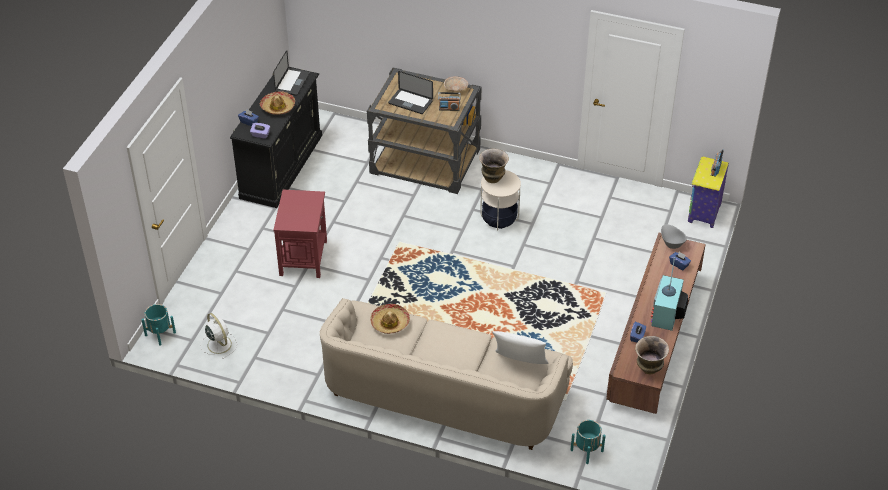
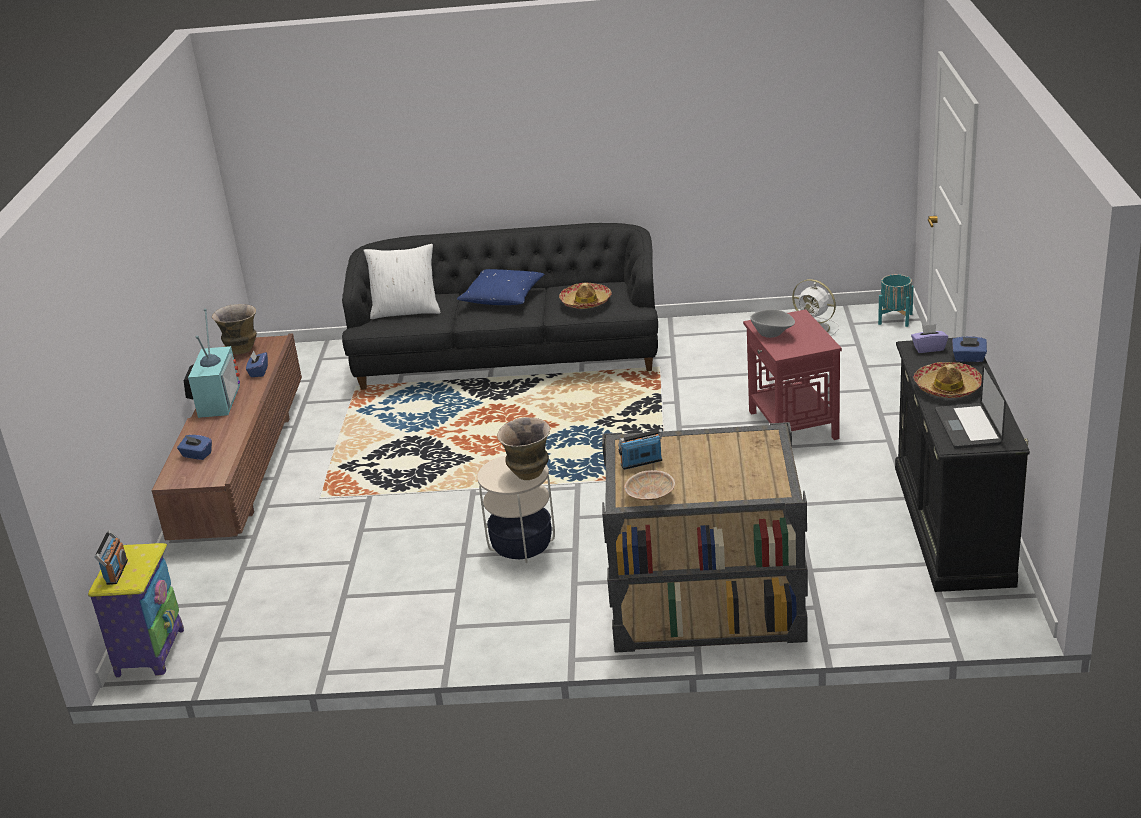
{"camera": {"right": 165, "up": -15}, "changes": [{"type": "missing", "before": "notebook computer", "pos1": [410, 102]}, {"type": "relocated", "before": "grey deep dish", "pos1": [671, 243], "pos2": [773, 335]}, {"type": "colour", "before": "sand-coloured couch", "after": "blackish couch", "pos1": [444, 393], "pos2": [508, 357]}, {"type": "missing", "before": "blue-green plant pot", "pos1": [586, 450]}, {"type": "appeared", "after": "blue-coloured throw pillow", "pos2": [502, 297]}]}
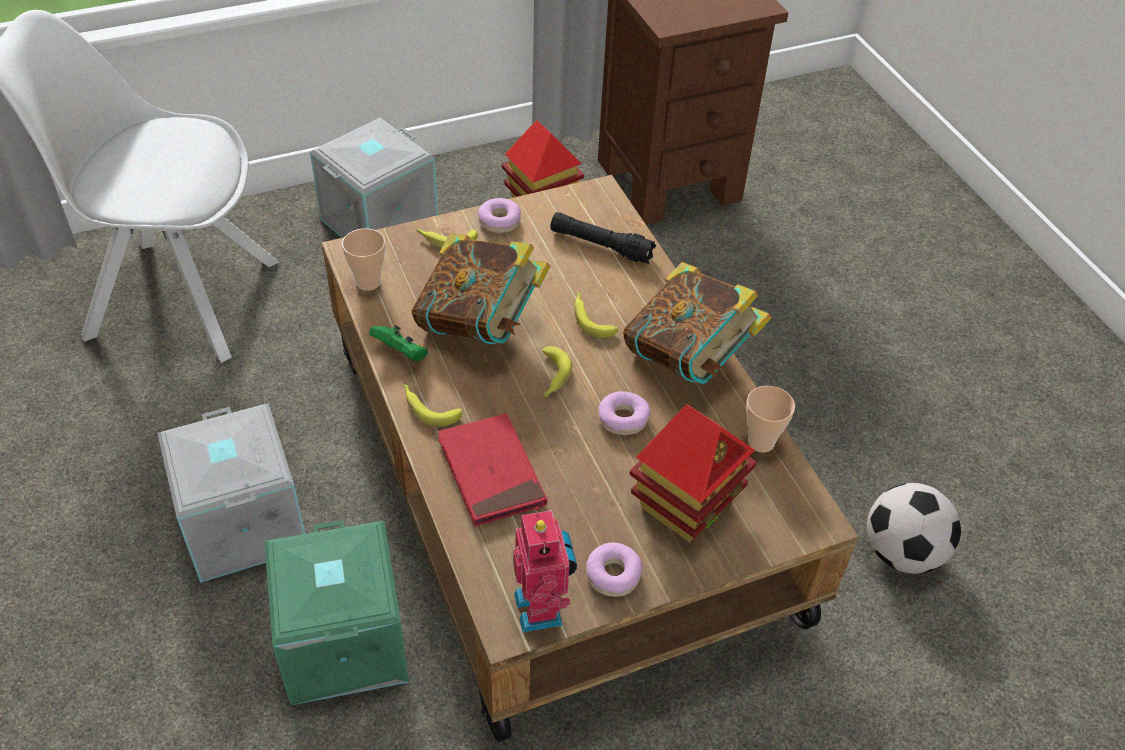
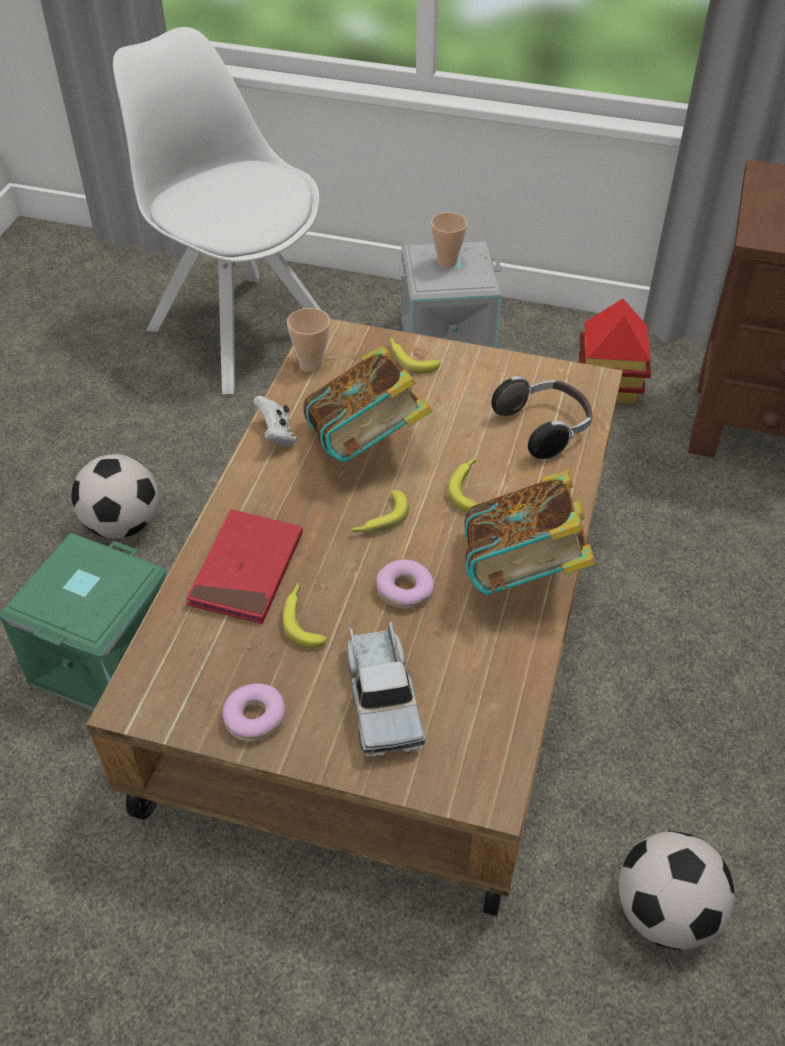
{"camera": {"right": 40, "up": 0}, "changes": [{"type": "missing", "before": "donut", "pos1": [499, 221]}, {"type": "exchanged", "before": "blackish torch", "after": "headphones", "pos1": [601, 245], "pos2": [544, 428]}, {"type": "colour", "before": "green gamepad", "after": "whitish gamepad", "pos1": [402, 355], "pos2": [277, 435]}, {"type": "relocated", "before": "banana fruit", "pos1": [428, 408], "pos2": [303, 619]}, {"type": "relocated", "before": "cup", "pos1": [761, 442], "pos2": [447, 262]}, {"type": "exchanged", "before": "grey storage bin", "after": "football", "pos1": [241, 523], "pos2": [123, 524]}, {"type": "exchanged", "before": "model house", "after": "toy lorry", "pos1": [686, 504], "pos2": [382, 699]}, {"type": "missing", "before": "toy robot", "pos1": [542, 608]}]}
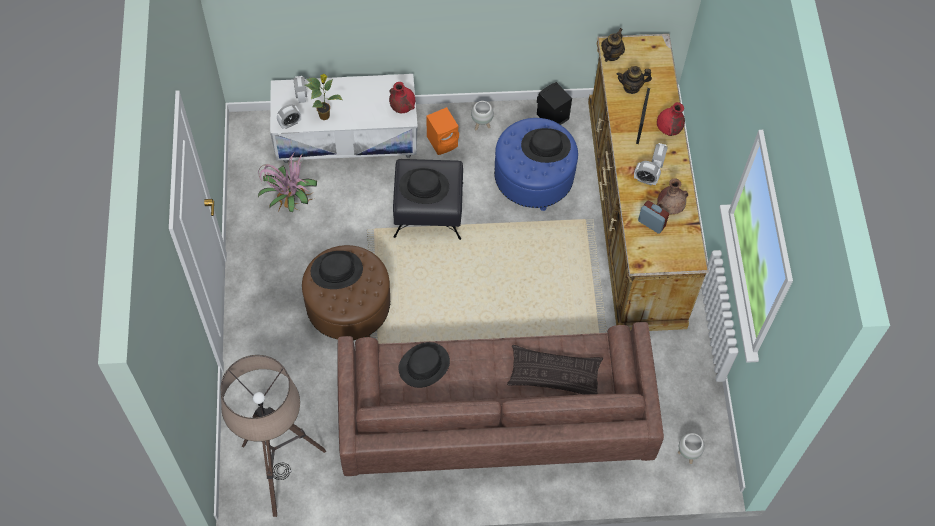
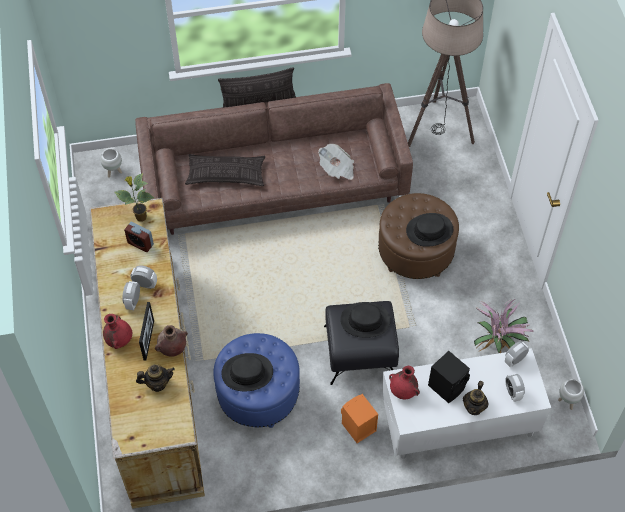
{"camera": {"right": 175, "up": -5}, "changes": [{"type": "relocated", "before": "tea pot", "pos1": [611, 55], "pos2": [474, 407]}, {"type": "relocated", "before": "plant in a pot", "pos1": [325, 115], "pos2": [140, 217]}, {"type": "relocated", "before": "blackish loudspeaker", "pos1": [551, 117], "pos2": [447, 386]}, {"type": "relocated", "before": "whitish plant pot", "pos1": [482, 125], "pos2": [567, 402]}, {"type": "relocated", "before": "brownish decorative vase", "pos1": [670, 207], "pos2": [172, 348]}, {"type": "exchanged", "before": "blackish clothing hat", "after": "printed paper", "pos1": [424, 365], "pos2": [337, 169]}, {"type": "appeared", "after": "throw pillow", "pos2": [258, 102]}]}
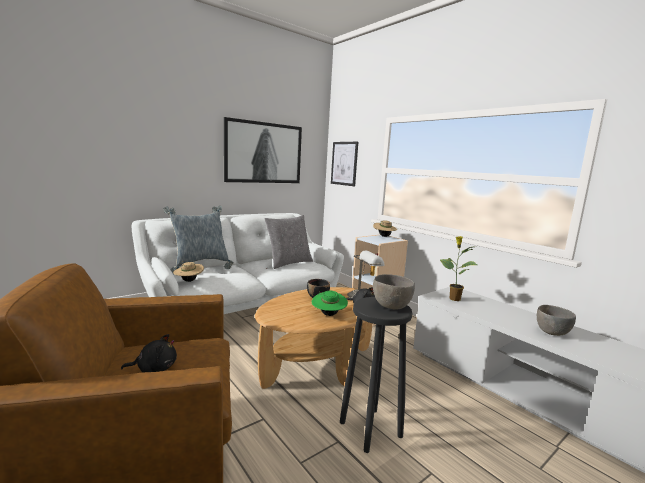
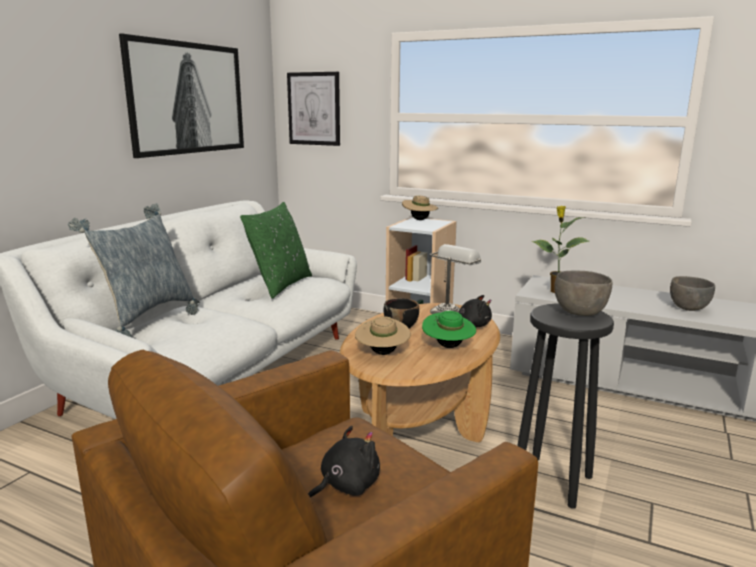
{"camera": {"right": -25, "up": 5}, "changes": [{"type": "colour", "before": "grey throw pillow", "after": "green throw pillow", "pos1": [288, 263], "pos2": [280, 285]}, {"type": "relocated", "before": "sand-coloured clothing hat", "pos1": [188, 281], "pos2": [382, 353]}]}
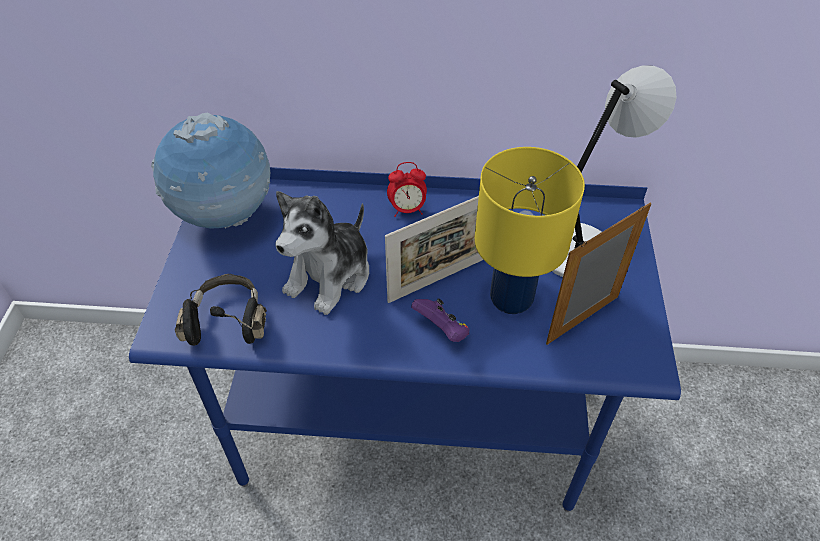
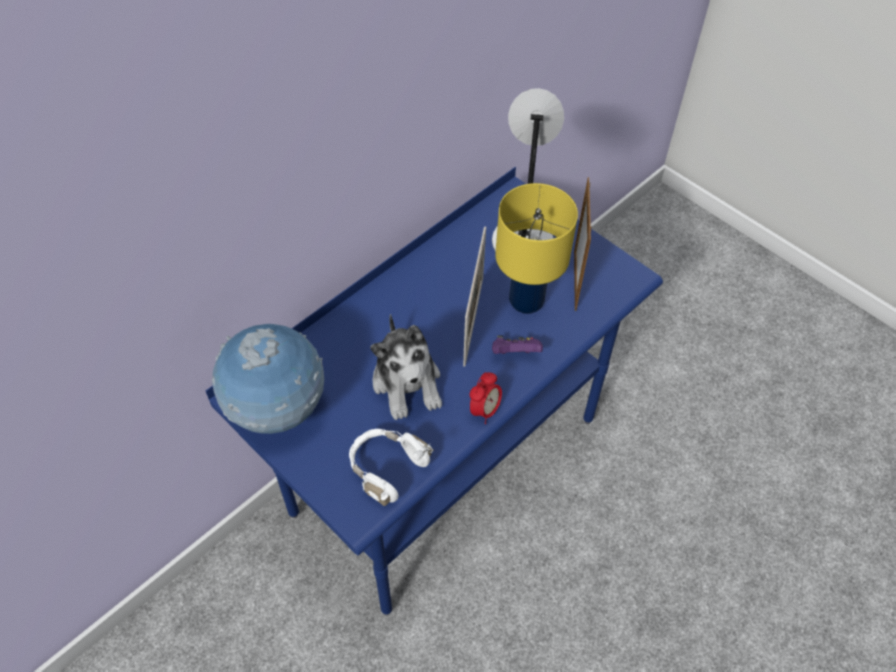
{"camera": {"right": -50, "up": 5}, "changes": [{"type": "relocated", "before": "bedside clock", "pos1": [407, 210], "pos2": [484, 410]}, {"type": "colour", "before": "blackish headphones", "after": "whitish headphones", "pos1": [227, 321], "pos2": [387, 469]}]}
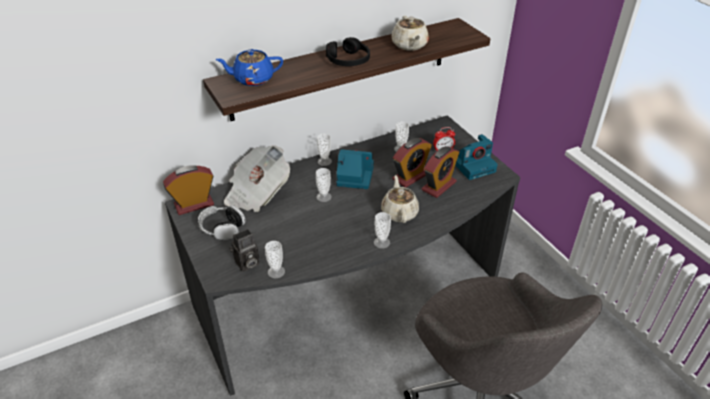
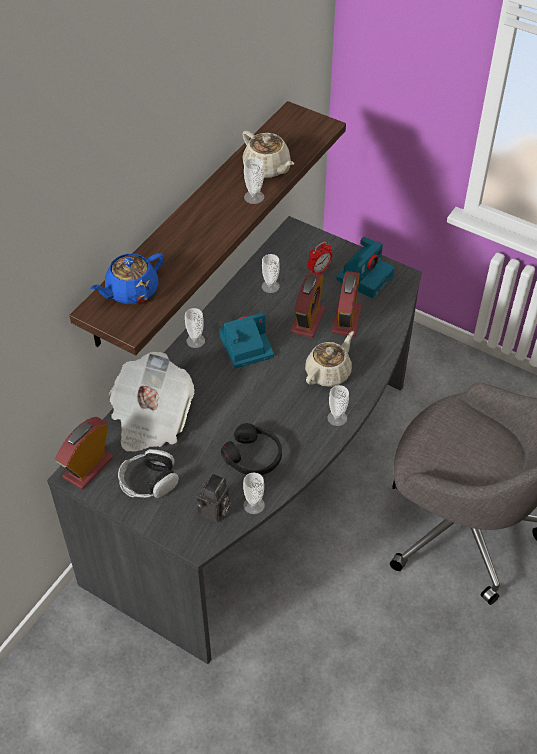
{"camera": {"right": -30, "up": 10}, "changes": [{"type": "relocated", "before": "blackish headphones", "pos1": [348, 60], "pos2": [253, 456]}, {"type": "relocated", "before": "cup", "pos1": [324, 197], "pos2": [254, 197]}, {"type": "spun", "before": "sand-coloured tea pot", "pos1": [399, 212], "pos2": [329, 372], "turn": 75}]}
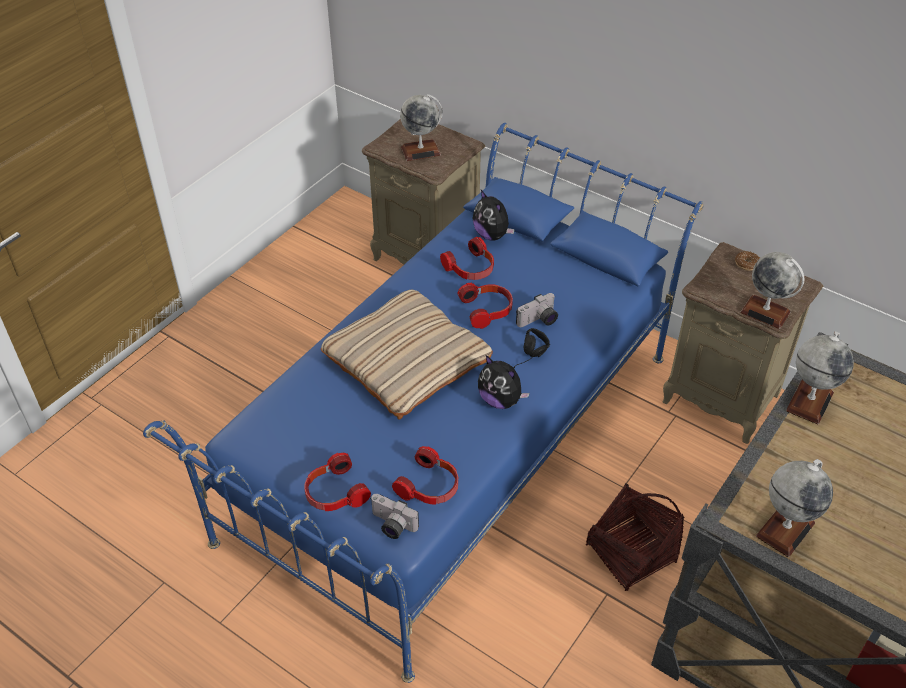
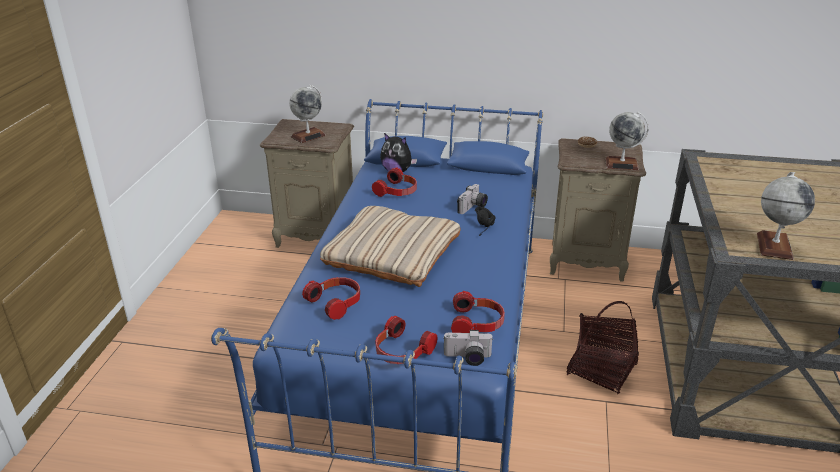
{"camera": {"right": -25, "up": -15}, "changes": [{"type": "relocated", "before": "headphones", "pos1": [487, 310], "pos2": [336, 303]}, {"type": "missing", "before": "desk globe", "pos1": [809, 401]}, {"type": "missing", "before": "soft toy", "pos1": [500, 400]}]}
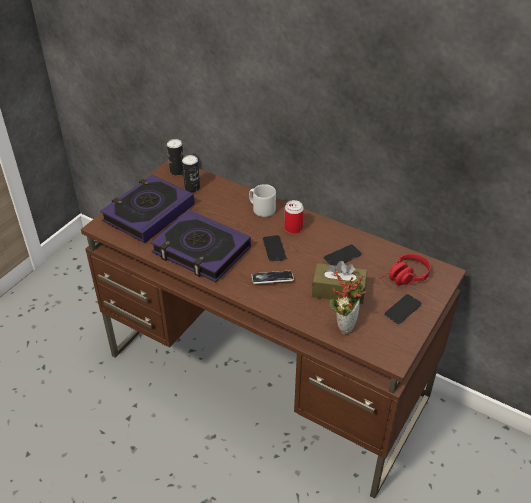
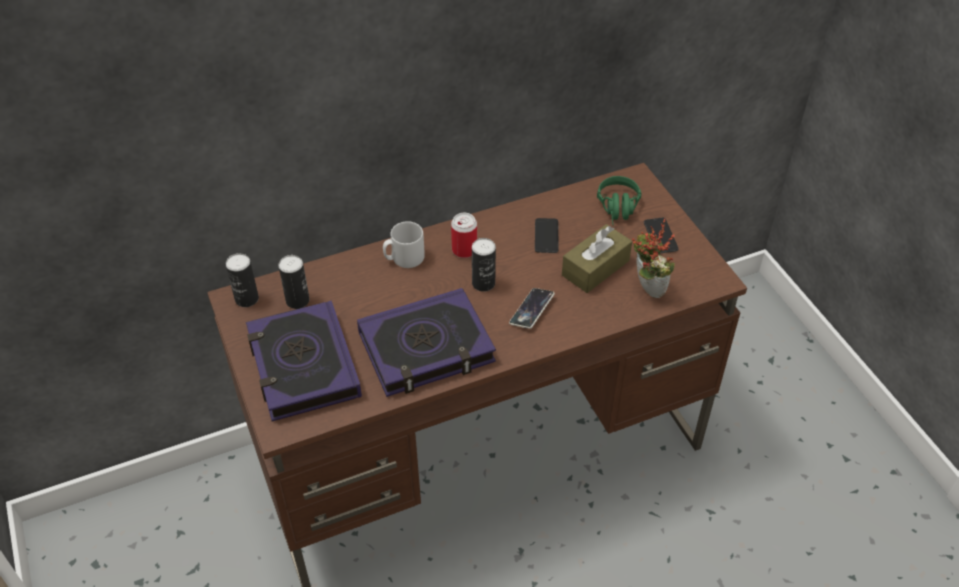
{"camera": {"right": -55, "up": 5}, "changes": [{"type": "exchanged", "before": "telephone", "after": "metal can", "pos1": [274, 249], "pos2": [483, 283]}, {"type": "colour", "before": "red headphones", "after": "green headphones", "pos1": [404, 278], "pos2": [618, 210]}]}
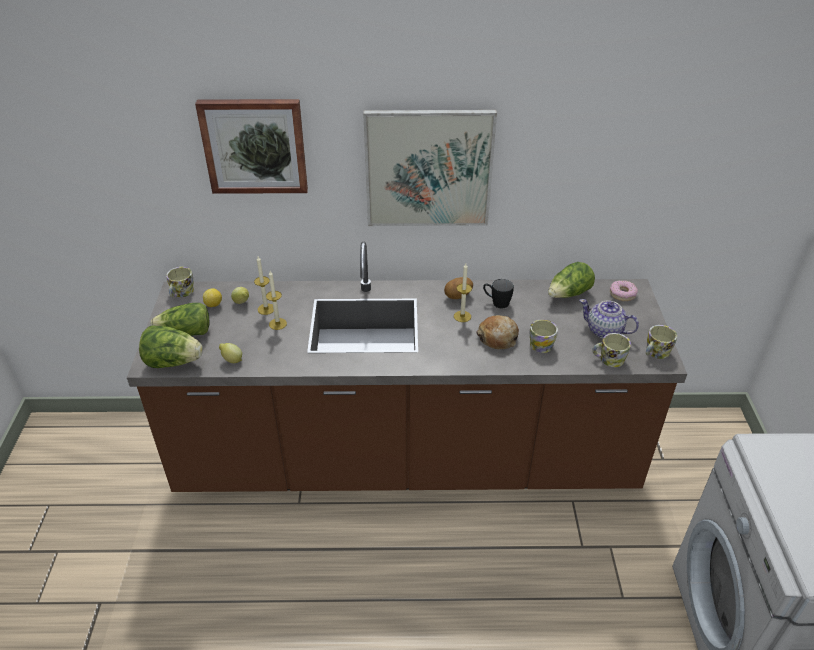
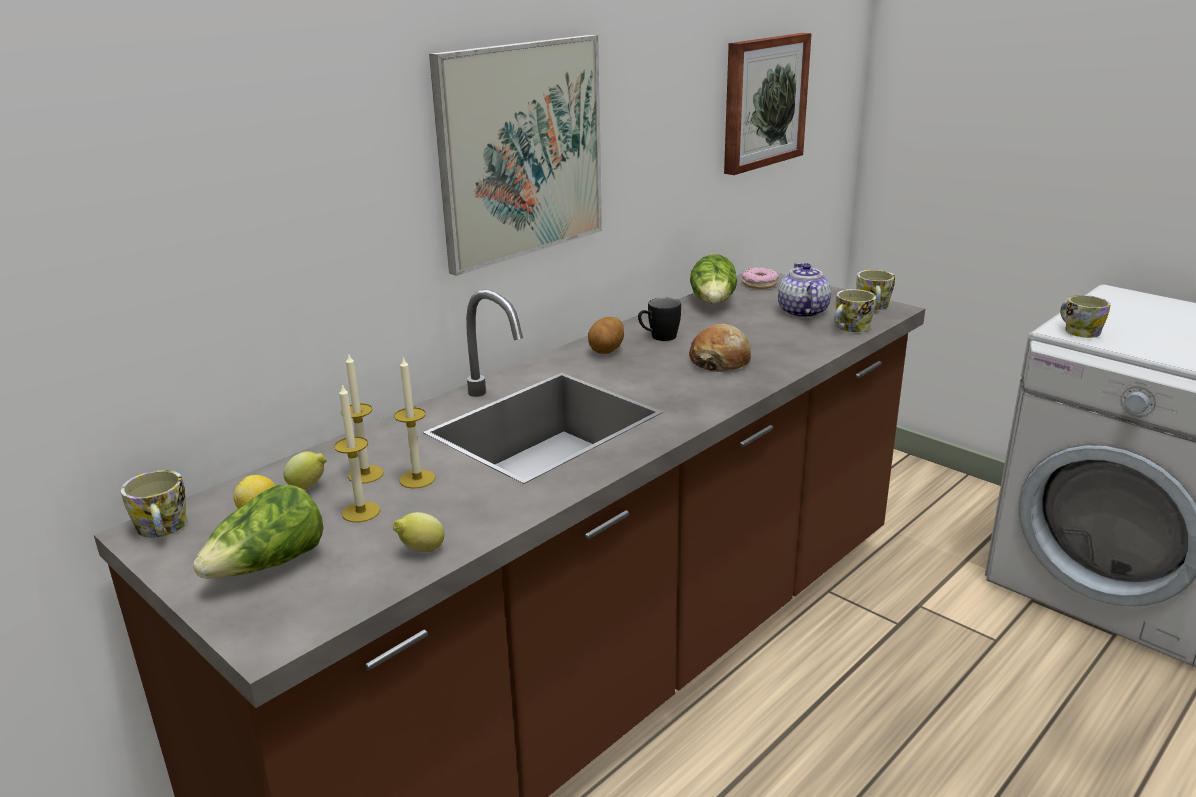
{"camera": {"right": -45, "up": -15}, "changes": [{"type": "relocated", "before": "wall picture", "pos1": [255, 145], "pos2": [763, 102]}, {"type": "relocated", "before": "wax light", "pos1": [462, 316], "pos2": [361, 512]}, {"type": "spun", "before": "tea pot", "pos1": [605, 331], "pos2": [802, 312], "turn": 105}, {"type": "relocated", "before": "coffee mug", "pos1": [542, 343], "pos2": [1078, 331]}, {"type": "missing", "before": "lettuce head", "pos1": [173, 362]}]}
